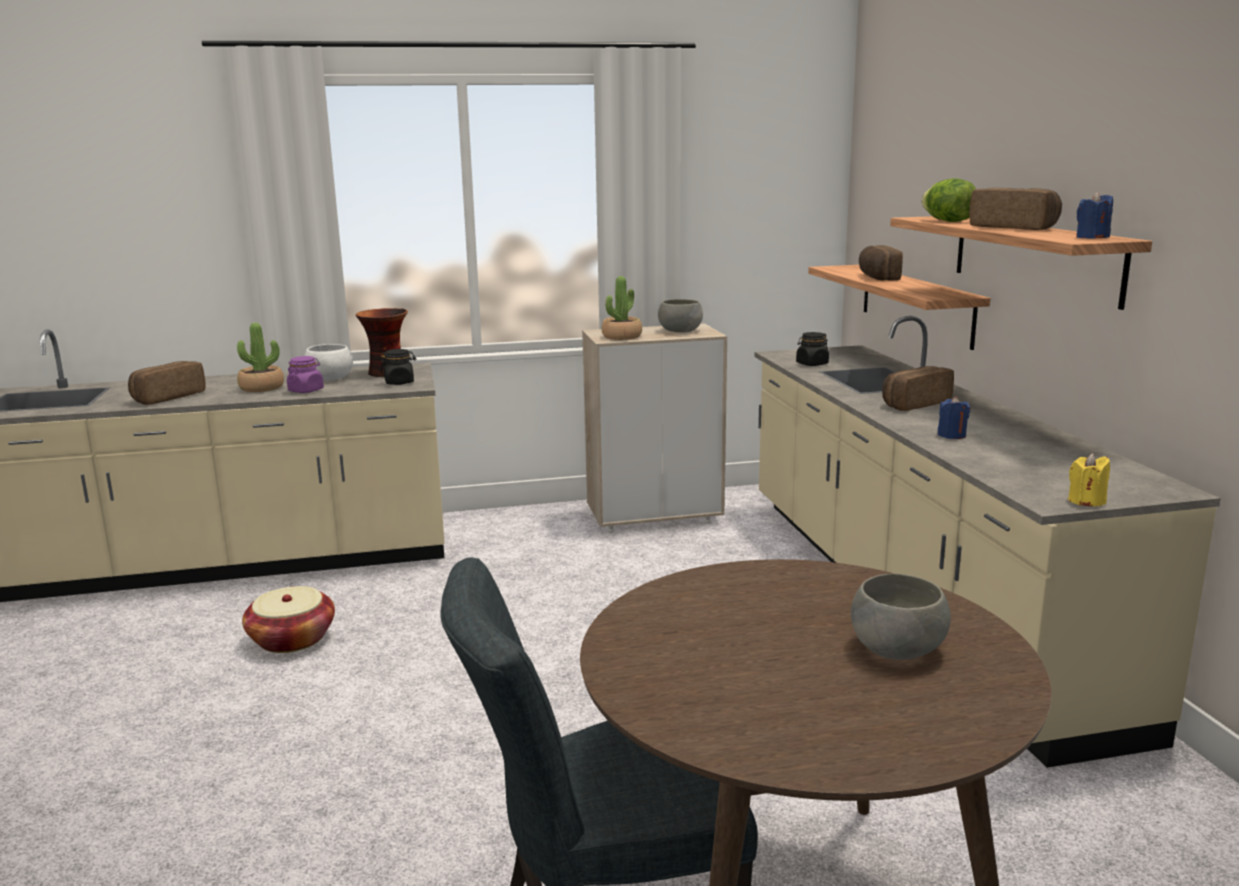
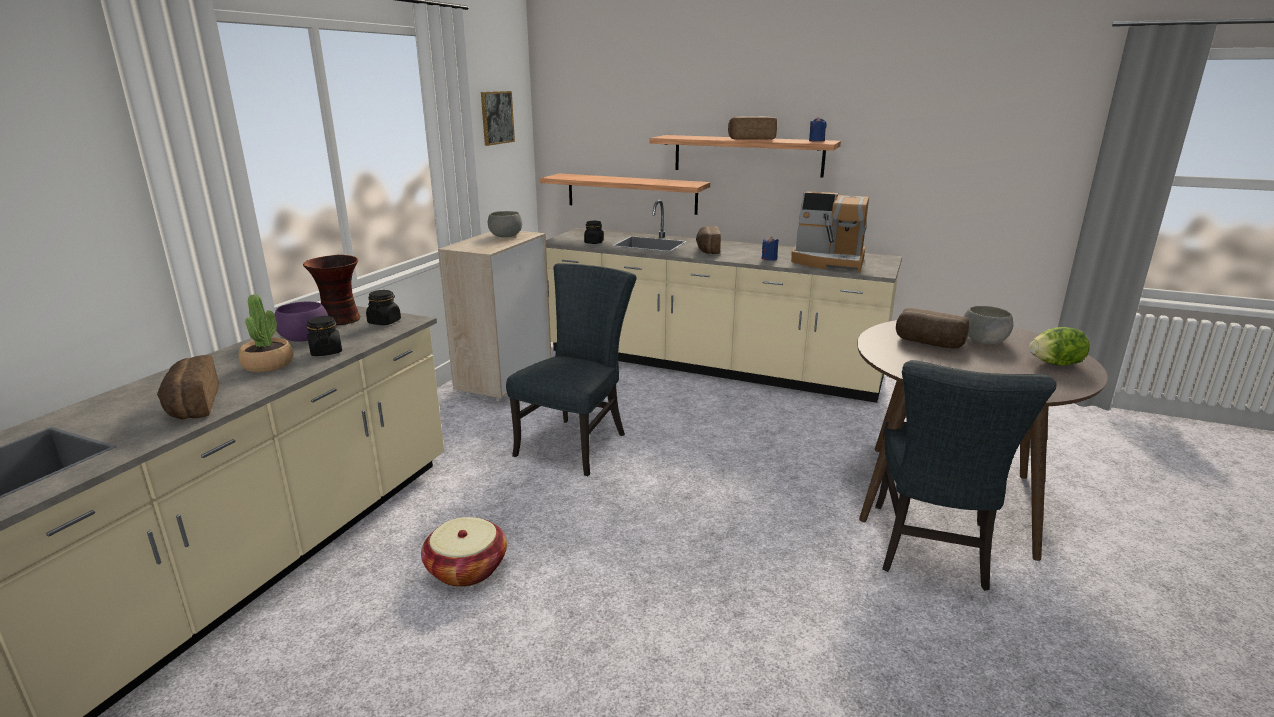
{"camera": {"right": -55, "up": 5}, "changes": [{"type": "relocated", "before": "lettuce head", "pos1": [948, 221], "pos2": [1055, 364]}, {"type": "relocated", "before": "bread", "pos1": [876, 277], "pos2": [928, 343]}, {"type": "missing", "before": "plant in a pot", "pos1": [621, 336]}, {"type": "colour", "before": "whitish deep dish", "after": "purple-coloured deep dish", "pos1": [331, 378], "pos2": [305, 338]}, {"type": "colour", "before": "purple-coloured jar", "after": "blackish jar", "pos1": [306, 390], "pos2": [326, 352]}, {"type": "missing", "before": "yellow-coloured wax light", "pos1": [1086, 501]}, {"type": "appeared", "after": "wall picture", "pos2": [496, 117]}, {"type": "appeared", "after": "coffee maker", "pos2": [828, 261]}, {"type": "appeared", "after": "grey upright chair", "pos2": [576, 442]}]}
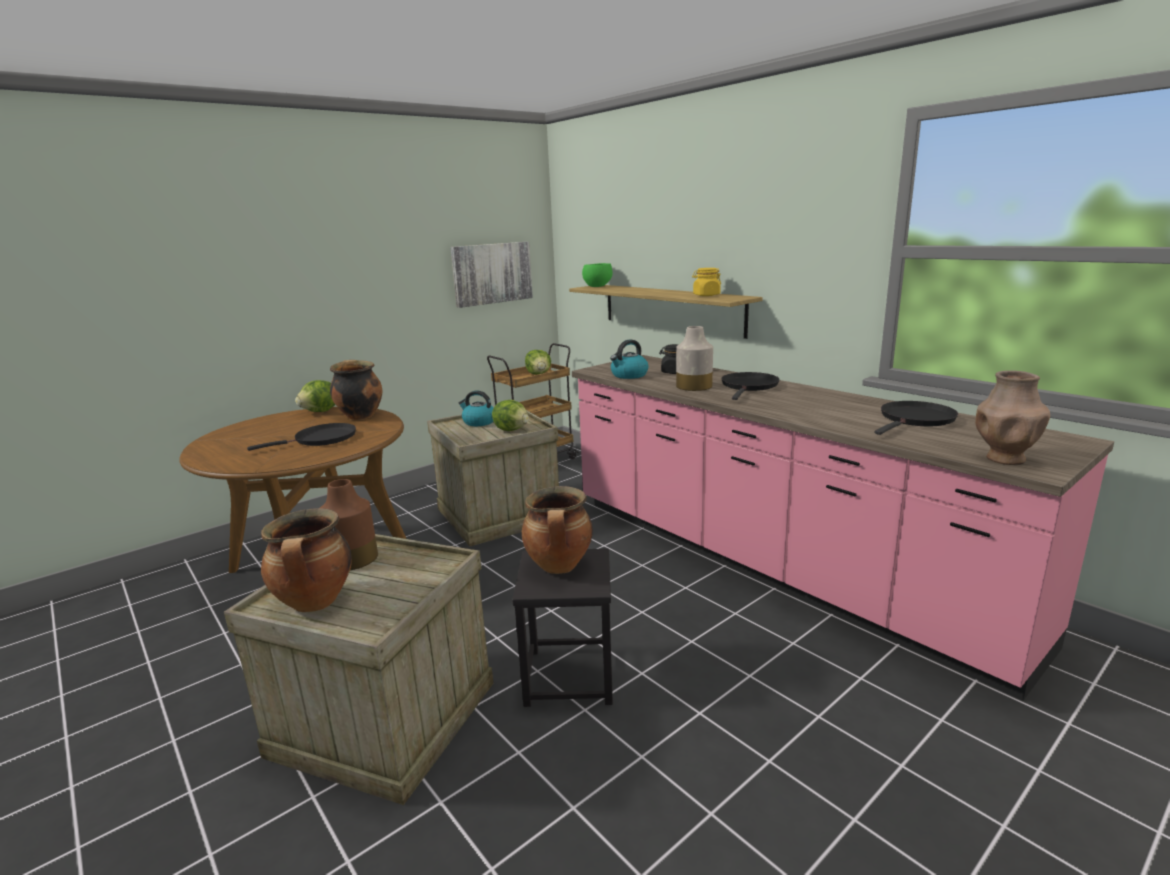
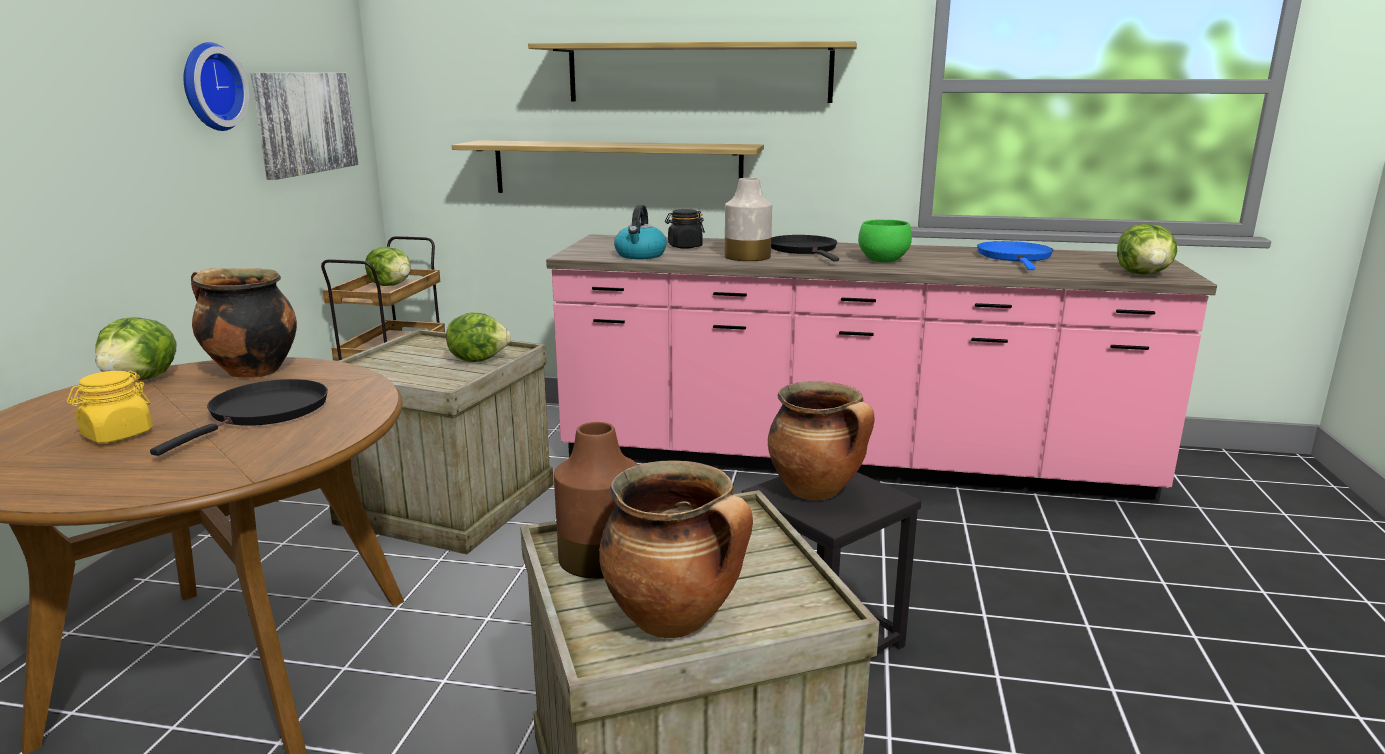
{"camera": {"right": -40, "up": 0}, "changes": [{"type": "relocated", "before": "green deep dish", "pos1": [597, 286], "pos2": [881, 261]}, {"type": "relocated", "before": "yellow-coloured jar", "pos1": [706, 295], "pos2": [117, 435]}, {"type": "exchanged", "before": "brownish decorative vase", "after": "lettuce head", "pos1": [1004, 459], "pos2": [1143, 274]}, {"type": "missing", "before": "kettle", "pos1": [479, 422]}, {"type": "colour", "before": "blackish frying pan", "after": "blue-coloured frying pan", "pos1": [915, 419], "pos2": [1015, 257]}, {"type": "appeared", "after": "shelf", "pos2": [698, 73]}, {"type": "appeared", "after": "hanging clock", "pos2": [209, 87]}]}
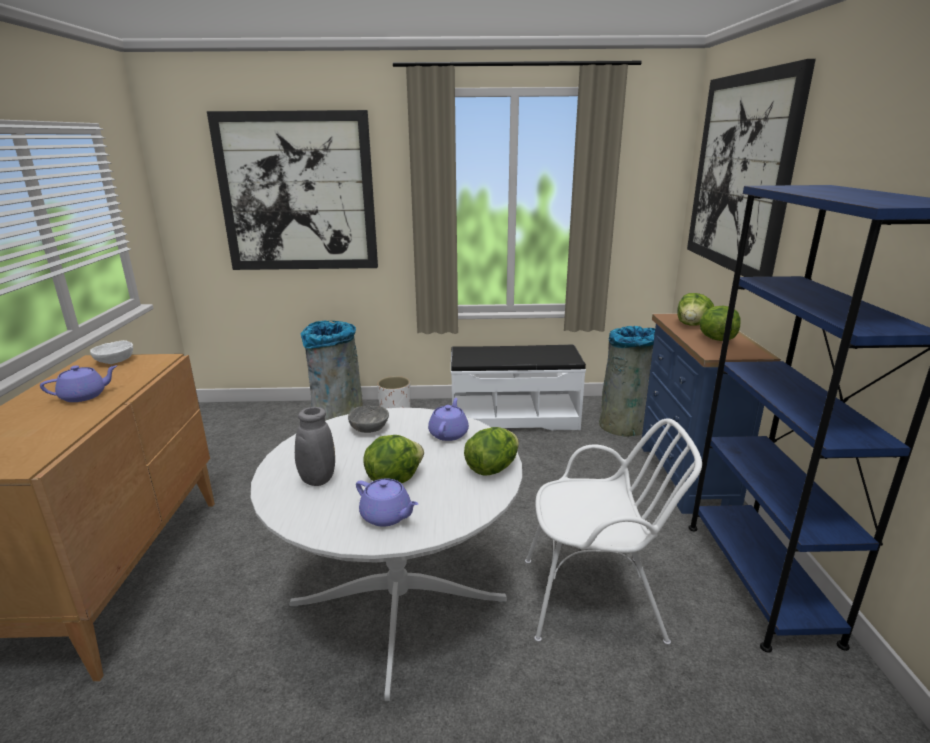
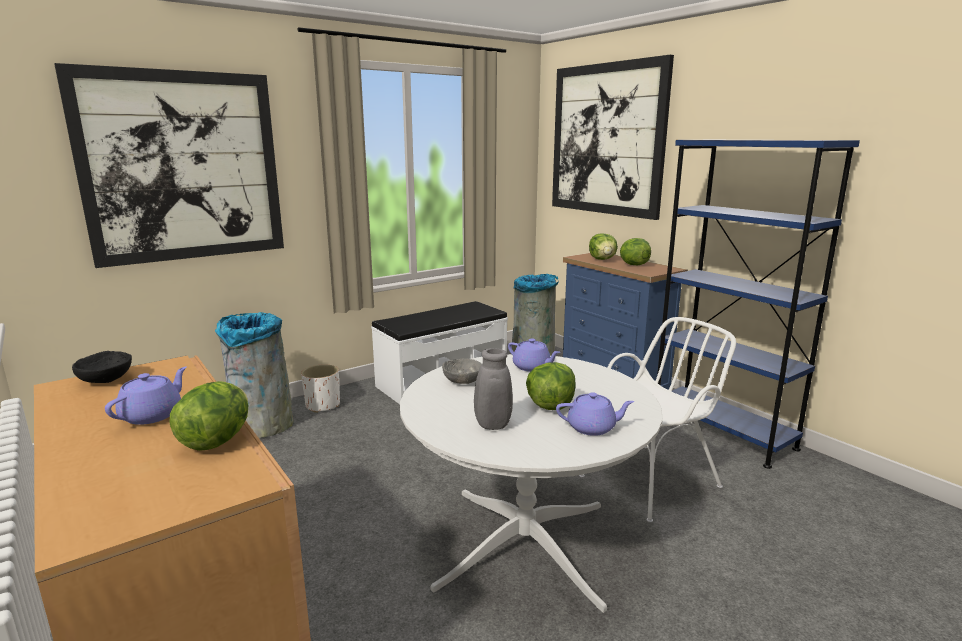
{"camera": {"right": -35, "up": -5}, "changes": [{"type": "colour", "before": "whitish deep dish", "after": "blackish deep dish", "pos1": [115, 361], "pos2": [106, 380]}, {"type": "spun", "before": "purple-coloured tea pot", "pos1": [449, 433], "pos2": [532, 367], "turn": 150}, {"type": "relocated", "before": "lettuce head", "pos1": [492, 468], "pos2": [216, 440]}]}
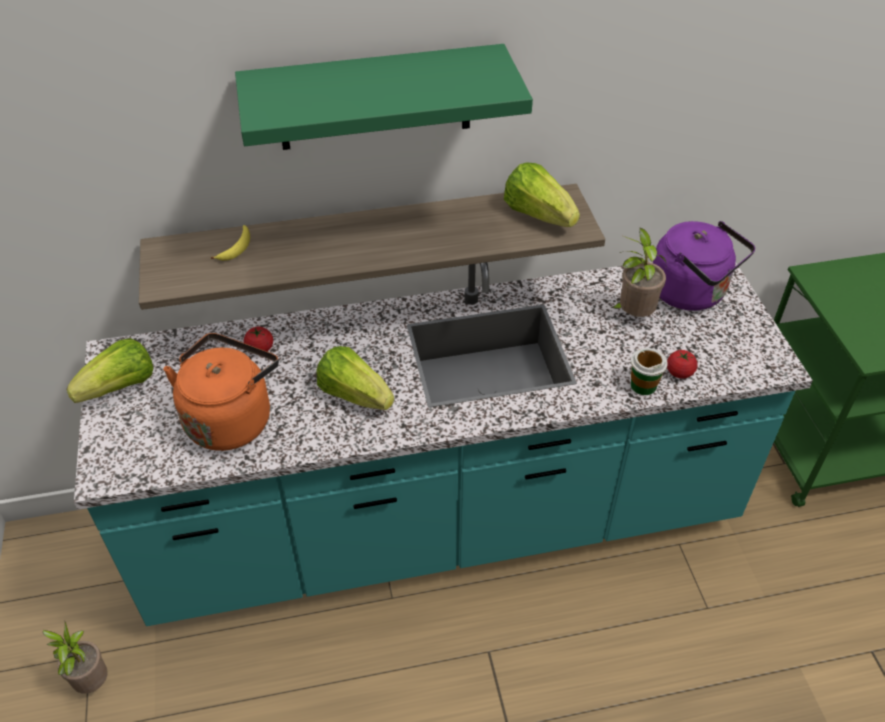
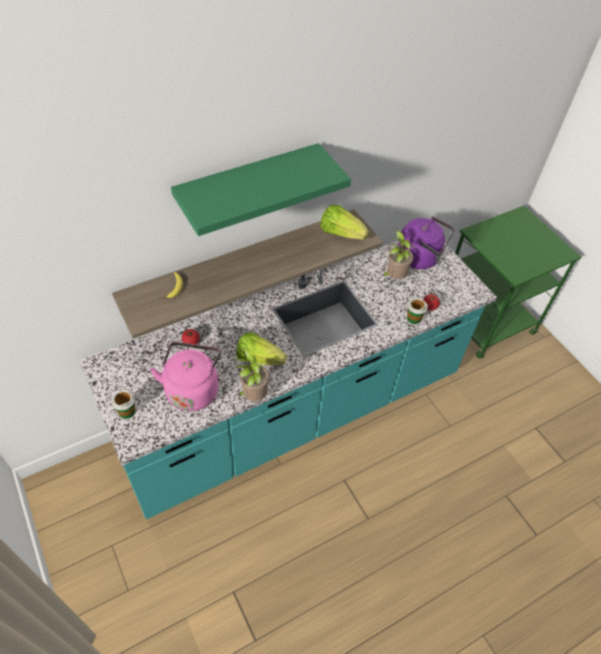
{"camera": {"right": -20, "up": 5}, "changes": [{"type": "colour", "before": "orange-coloured kettle", "after": "pink-coloured kettle", "pos1": [231, 418], "pos2": [192, 389]}, {"type": "missing", "before": "lettuce head", "pos1": [120, 387]}, {"type": "relocated", "before": "plant in a pot", "pos1": [91, 681], "pos2": [253, 396]}, {"type": "appeared", "after": "cup", "pos2": [127, 411]}]}
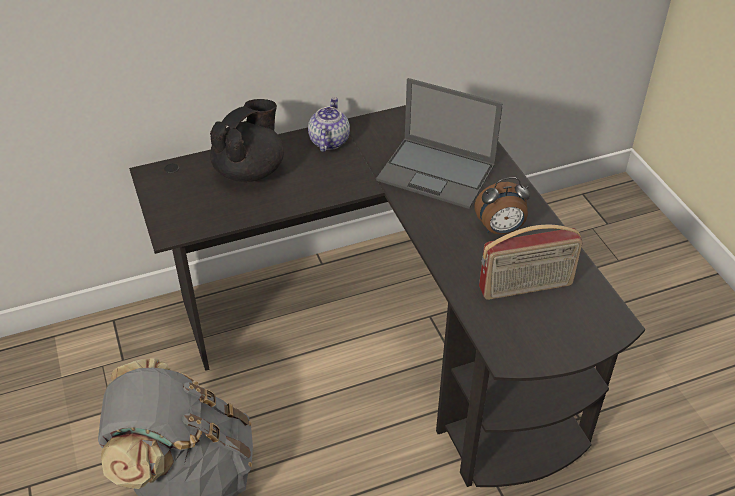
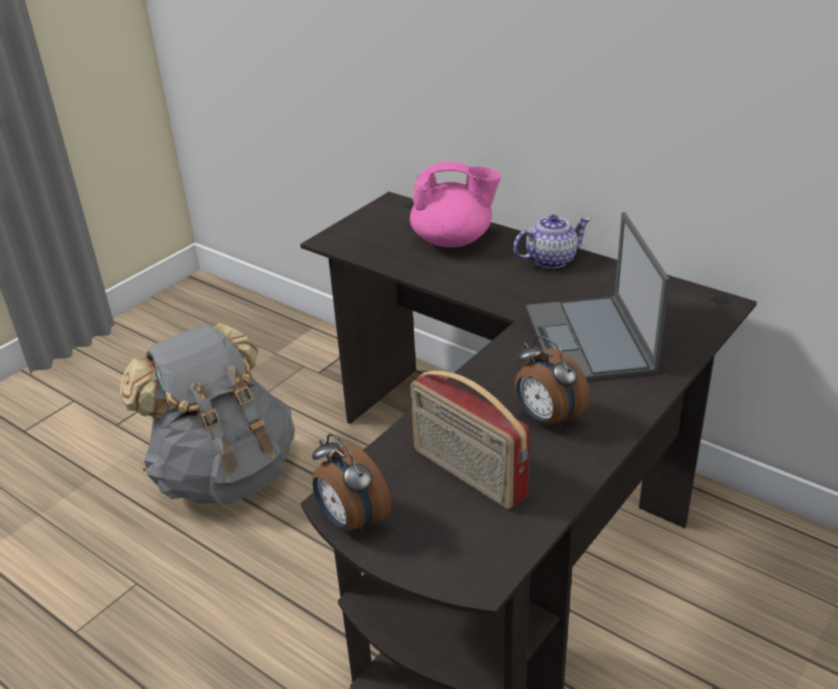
{"camera": {"right": 60, "up": -10}, "changes": [{"type": "colour", "before": "blackish tea pot", "after": "pink-coloured tea pot", "pos1": [250, 170], "pos2": [453, 240]}, {"type": "appeared", "after": "bedside clock", "pos2": [351, 521]}]}
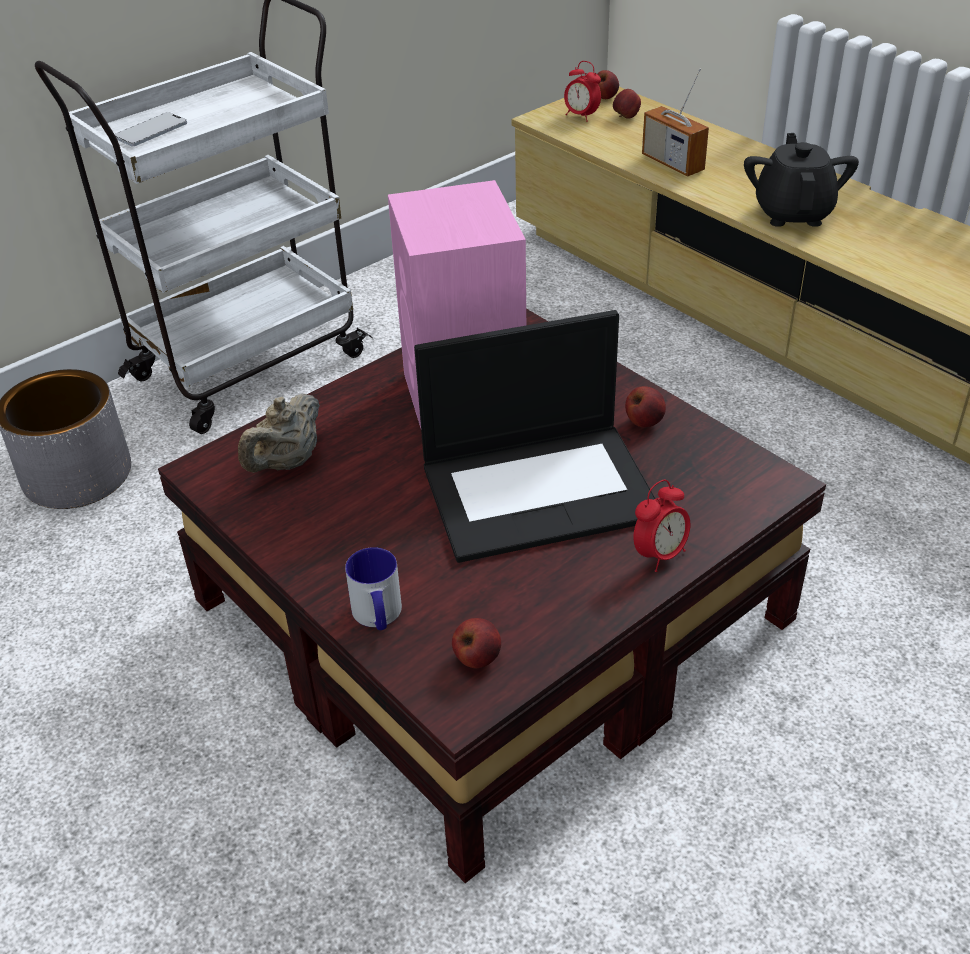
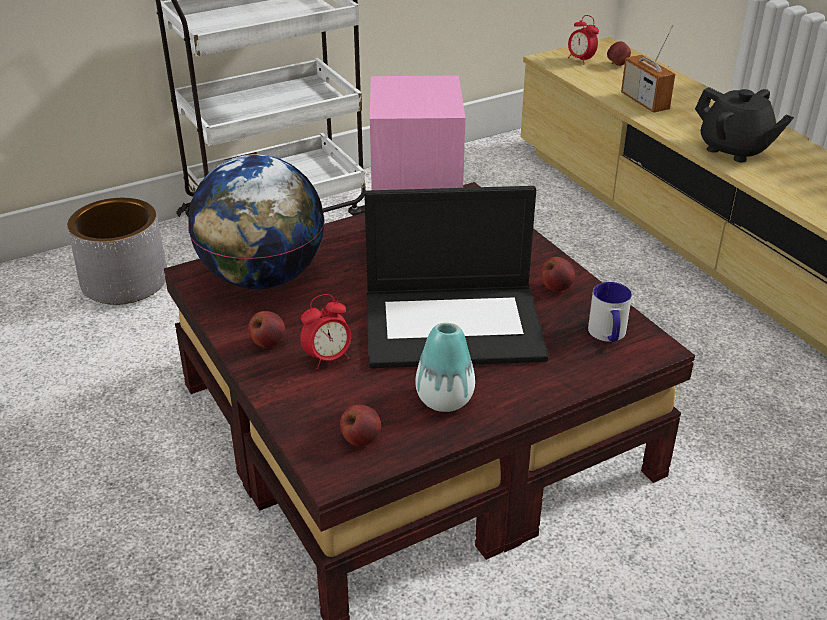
{"camera": {"right": 10, "up": -5}, "changes": [{"type": "relocated", "before": "apple fruit", "pos1": [605, 97], "pos2": [268, 343]}, {"type": "missing", "before": "telephone", "pos1": [151, 131]}, {"type": "spun", "before": "blackish tea pot", "pos1": [793, 213], "pos2": [734, 150], "turn": 120}, {"type": "exchanged", "before": "sand-coloured tea pot", "after": "desk globe", "pos1": [287, 463], "pos2": [262, 278]}, {"type": "relocated", "before": "bedside clock", "pos1": [659, 555], "pos2": [328, 358]}, {"type": "relocated", "before": "coffee mug", "pos1": [378, 616], "pos2": [608, 335]}, {"type": "appeared", "after": "decorative vase", "pos2": [444, 400]}]}
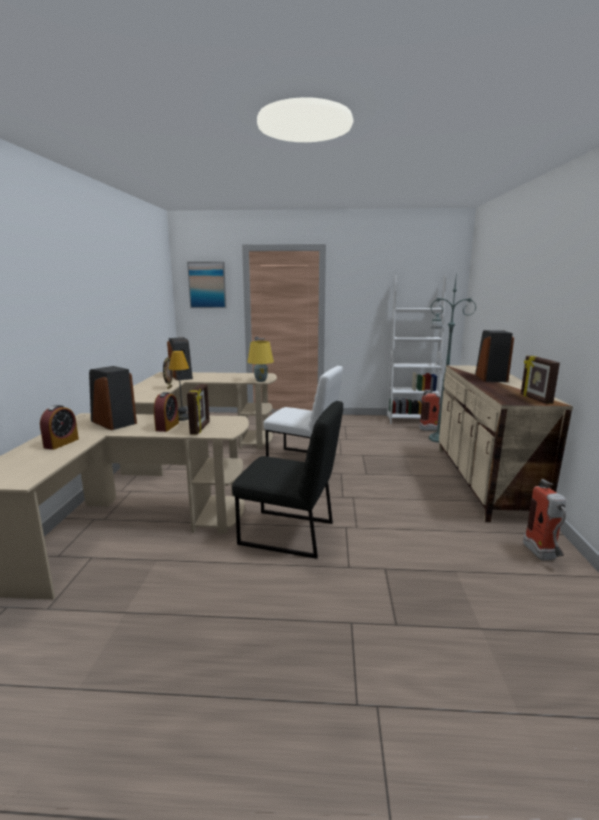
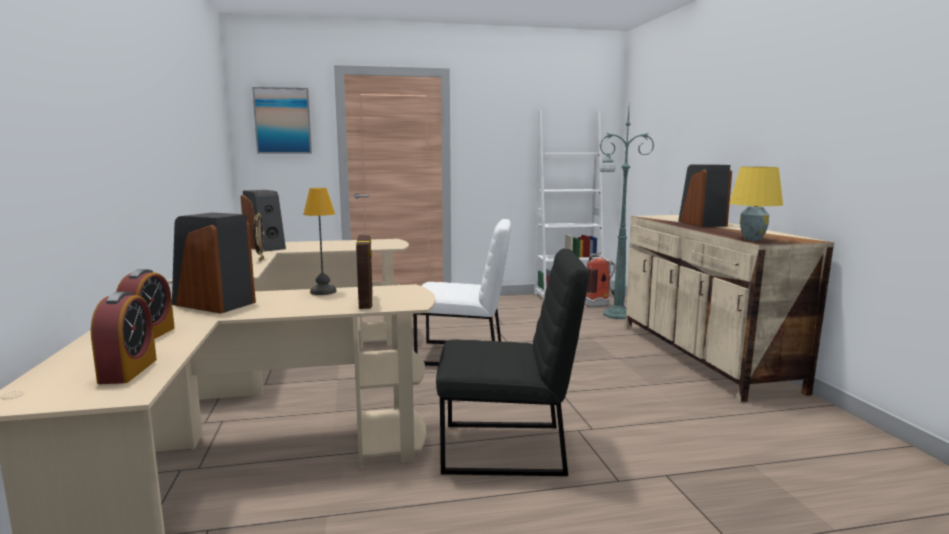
{"camera": {"right": -15, "up": -5}, "changes": [{"type": "relocated", "before": "yellow-coloured lamp for a table", "pos1": [261, 381], "pos2": [752, 239]}, {"type": "missing", "before": "photo frame", "pos1": [535, 399]}, {"type": "relocated", "before": "bedside clock", "pos1": [167, 426], "pos2": [128, 371]}, {"type": "missing", "before": "extinguisher", "pos1": [543, 556]}]}
